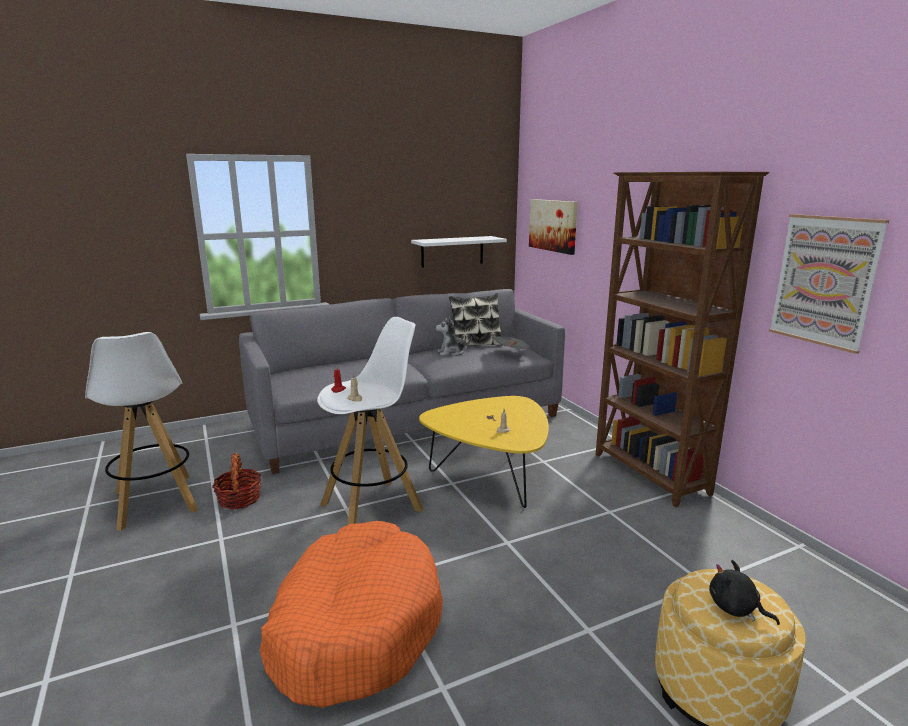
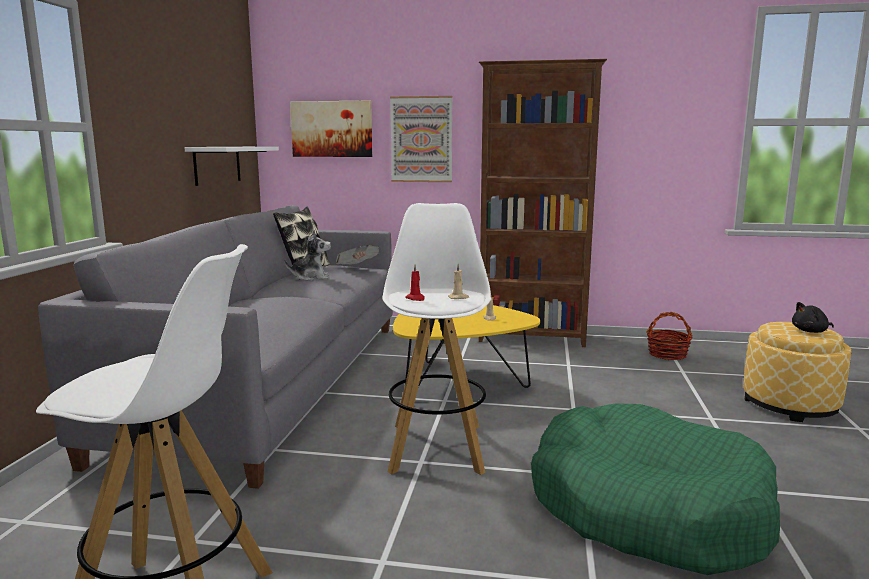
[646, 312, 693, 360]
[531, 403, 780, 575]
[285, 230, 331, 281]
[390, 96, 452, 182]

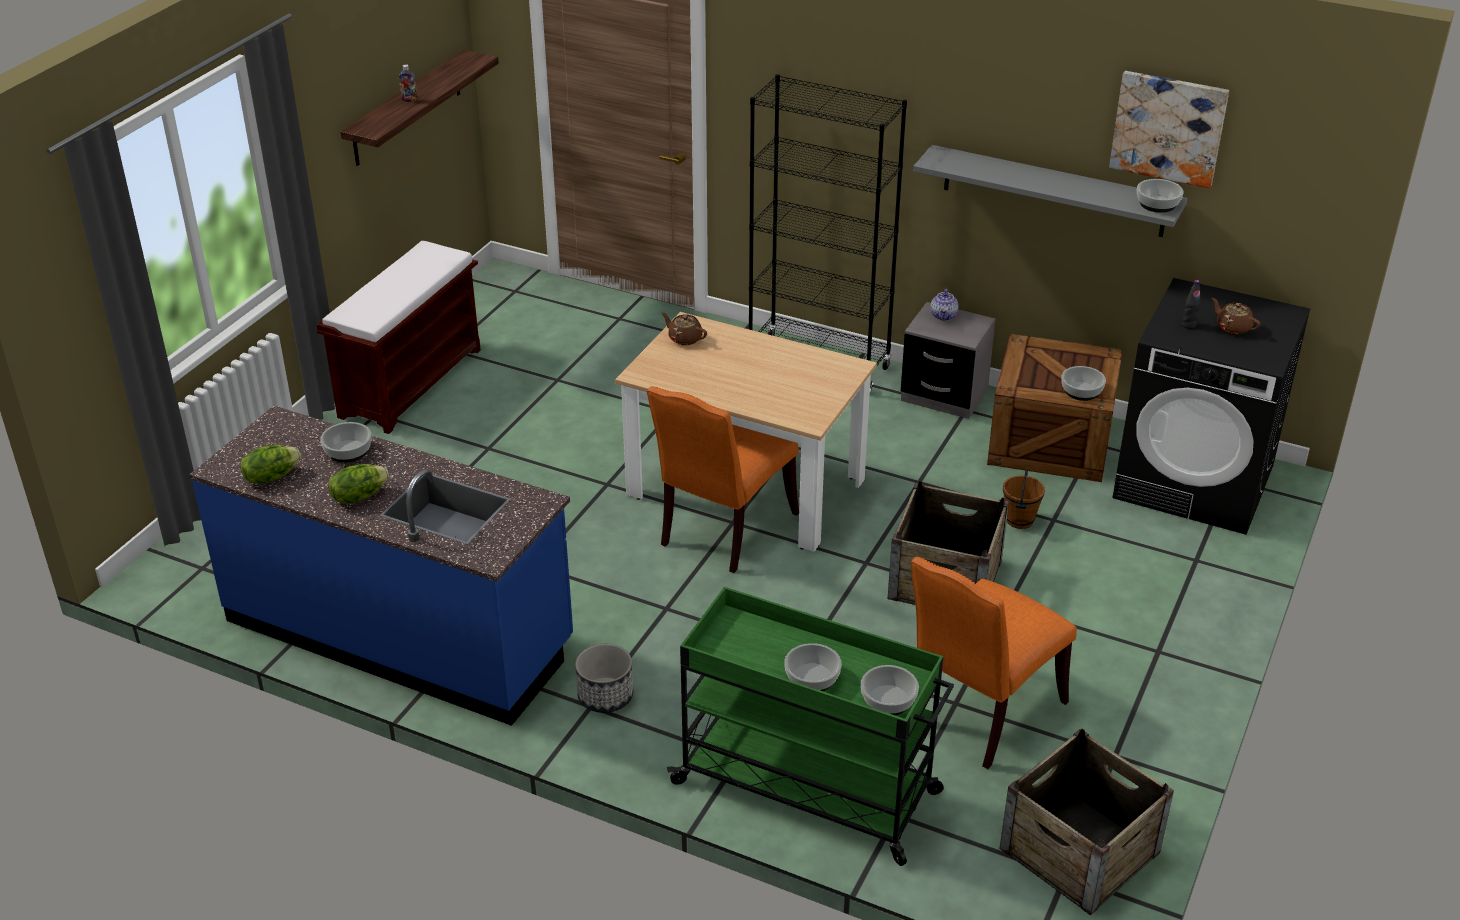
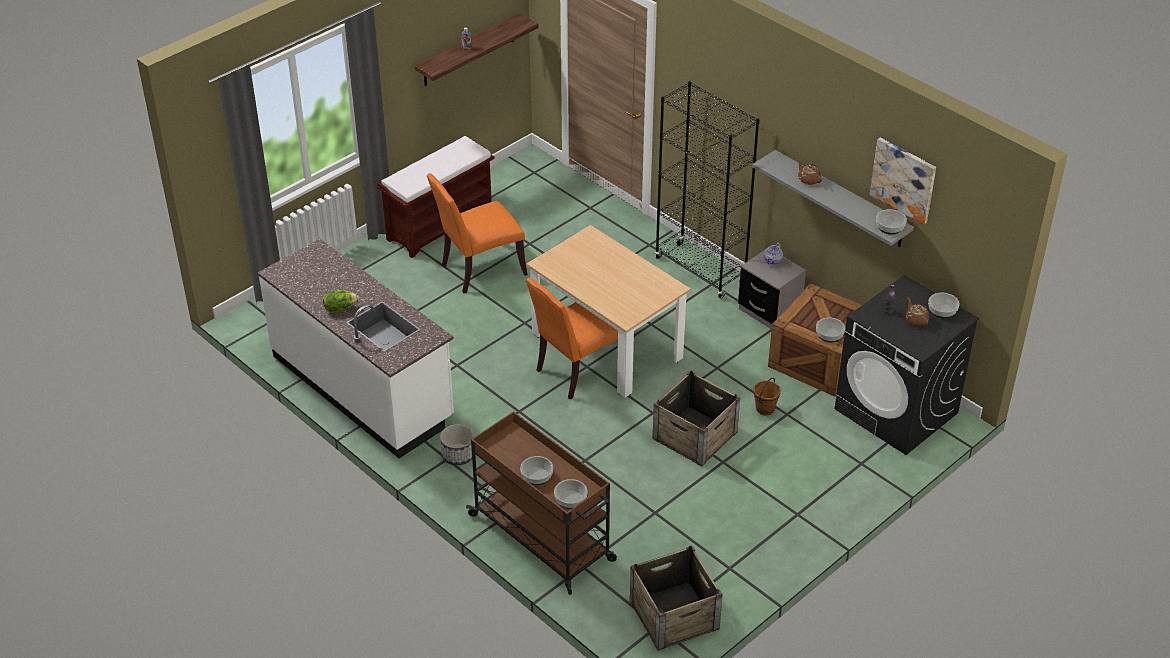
[258, 239, 454, 458]
[241, 445, 301, 484] (first image)
[928, 293, 960, 318]
[797, 159, 822, 185]
[466, 411, 617, 595]
[427, 173, 528, 293]

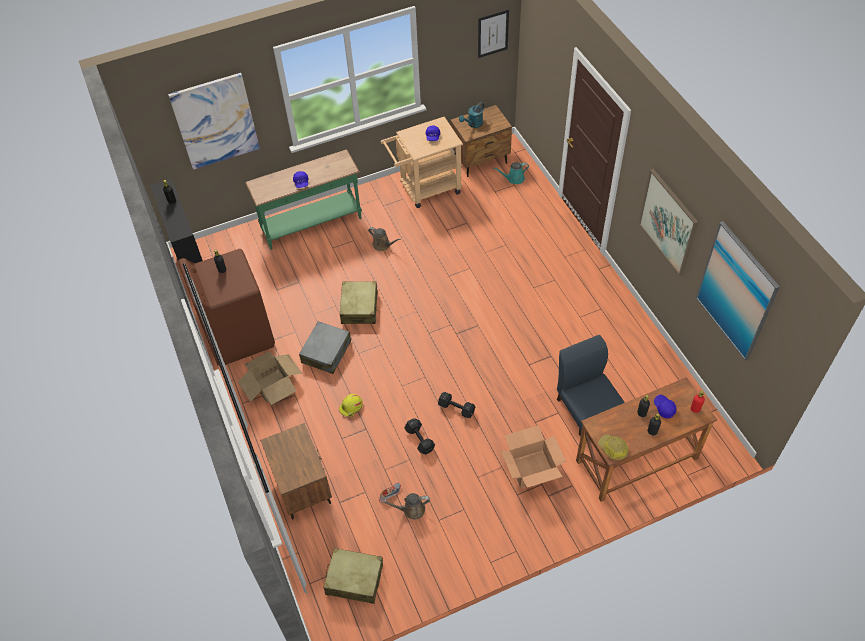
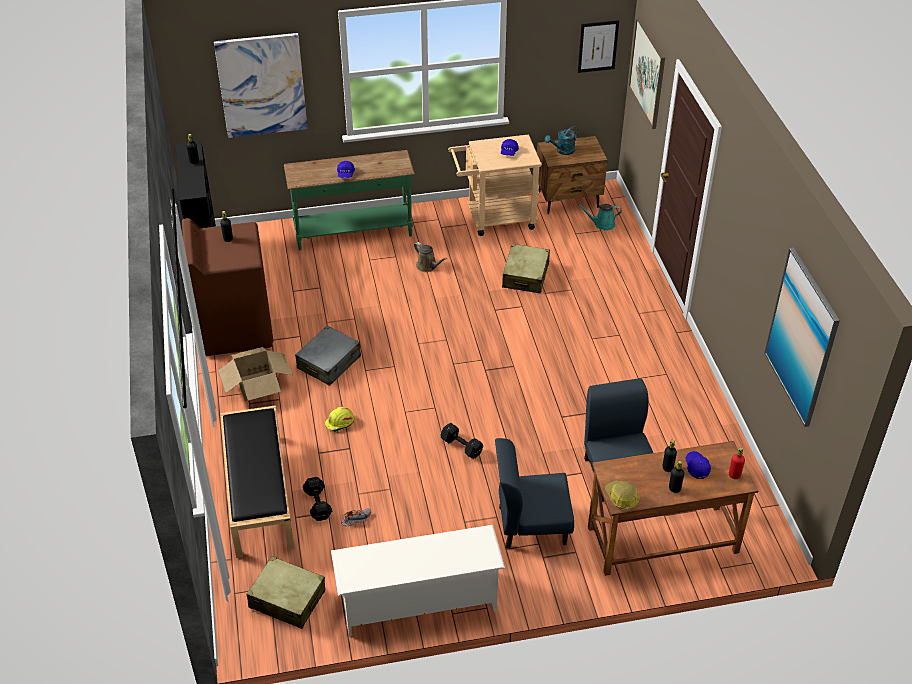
[221, 406, 295, 558]
[502, 244, 550, 294]
[381, 493, 430, 519] (first image)
[303, 477, 332, 521]
[495, 438, 574, 548]
[628, 16, 665, 129]
[331, 525, 505, 637]

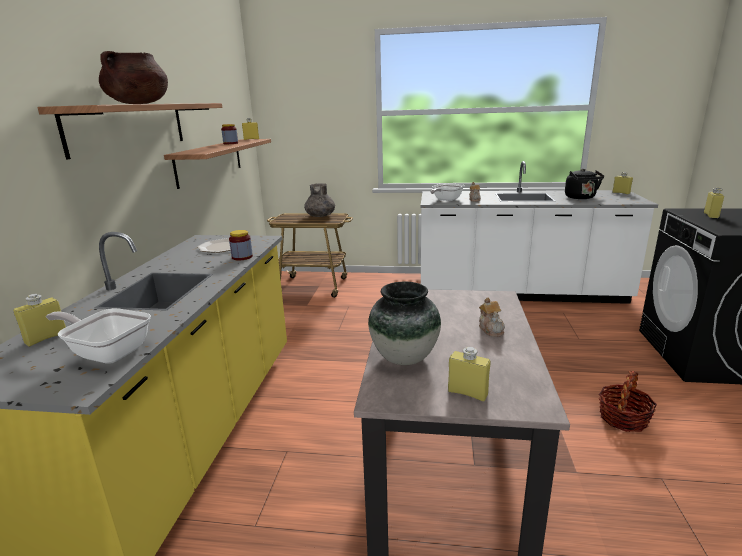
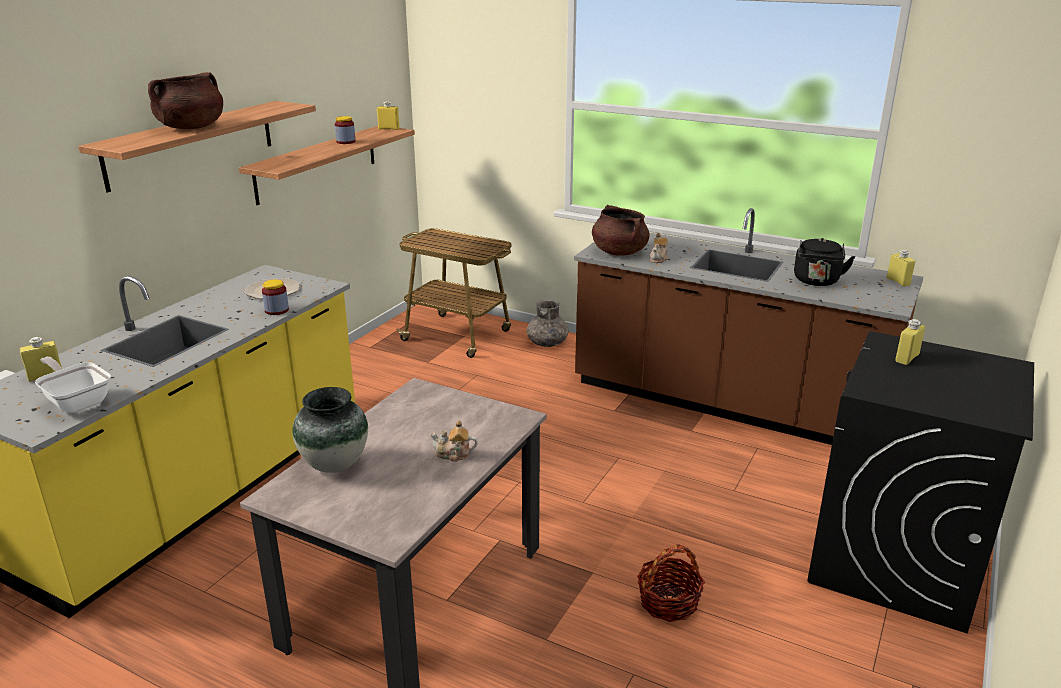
[527, 300, 569, 347]
[574, 208, 923, 445]
[592, 205, 650, 256]
[448, 347, 490, 401] (first image)
[430, 420, 478, 462]

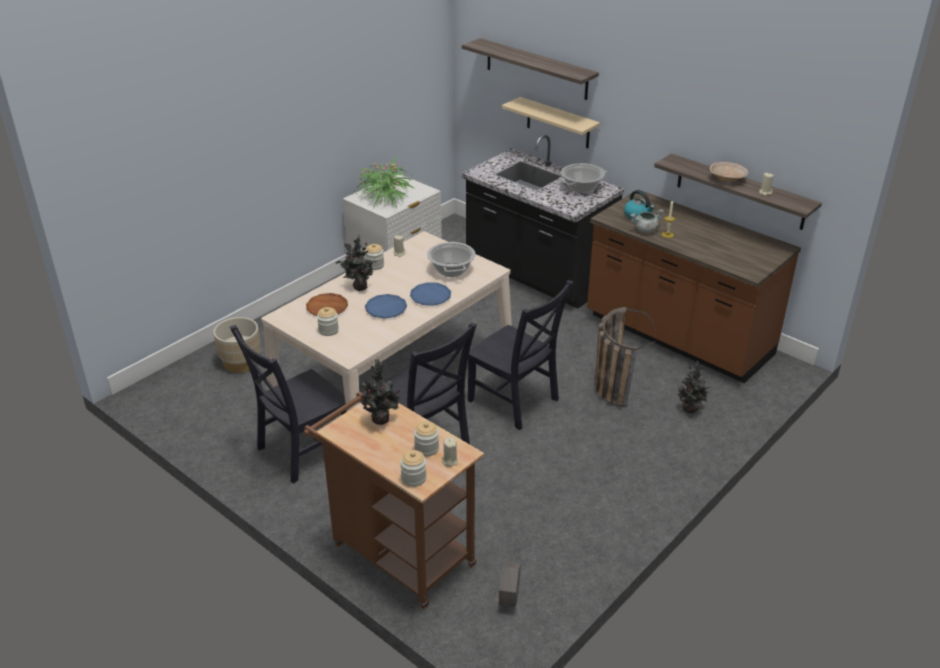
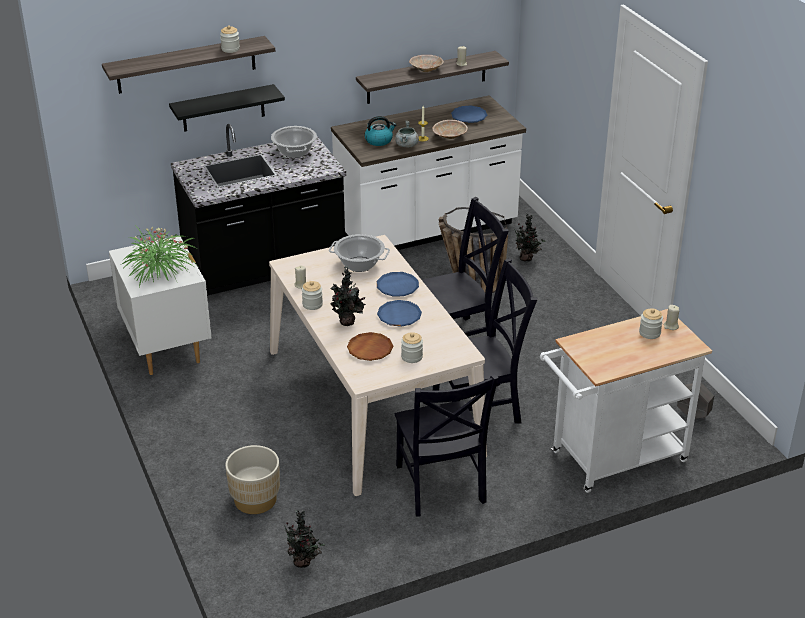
[540, 309, 712, 493]
[279, 510, 325, 568]
[220, 25, 240, 53]
[169, 84, 285, 132]
[331, 95, 526, 250]
[432, 120, 468, 139]
[451, 106, 487, 123]

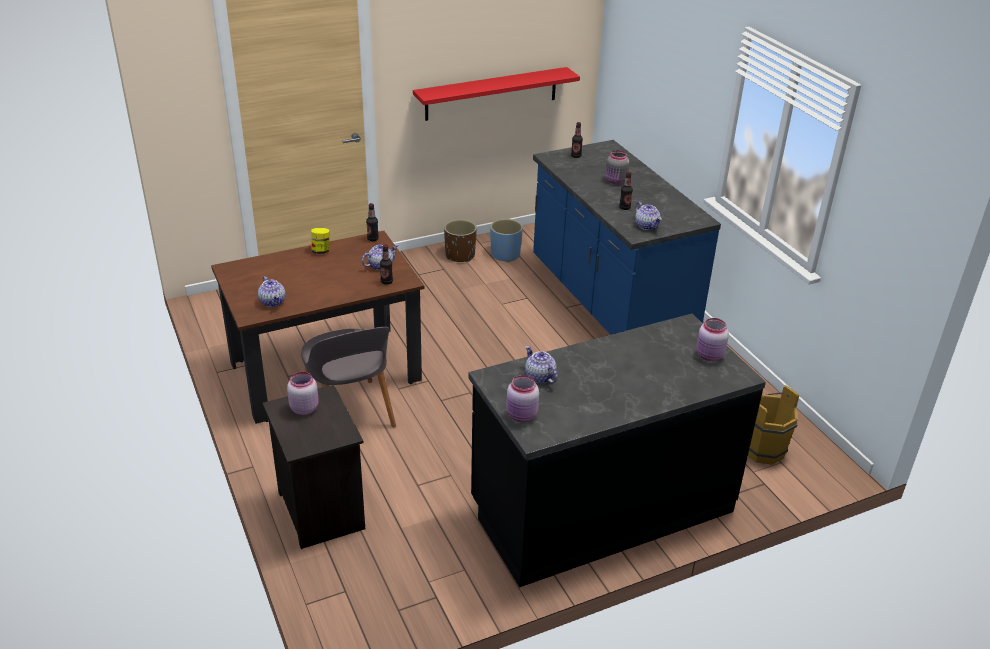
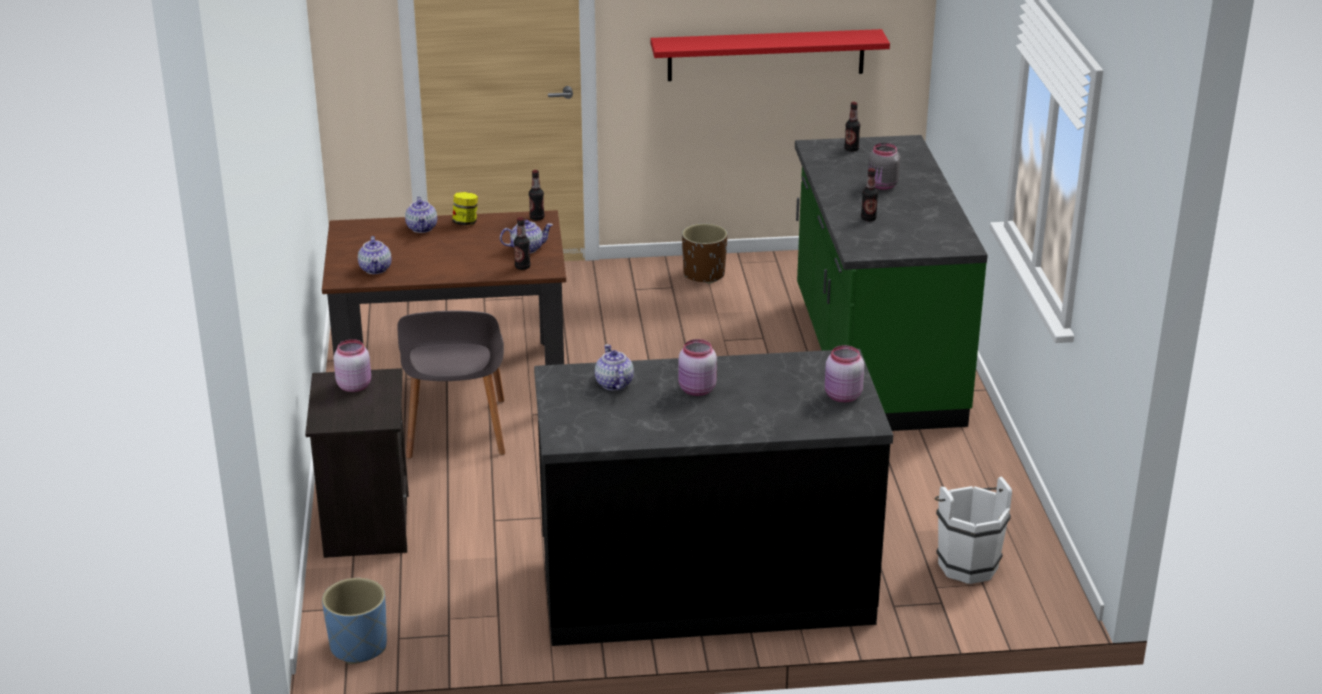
[322, 578, 387, 664]
[678, 339, 717, 396]
[795, 135, 988, 431]
[405, 196, 437, 233]
[935, 476, 1012, 584]

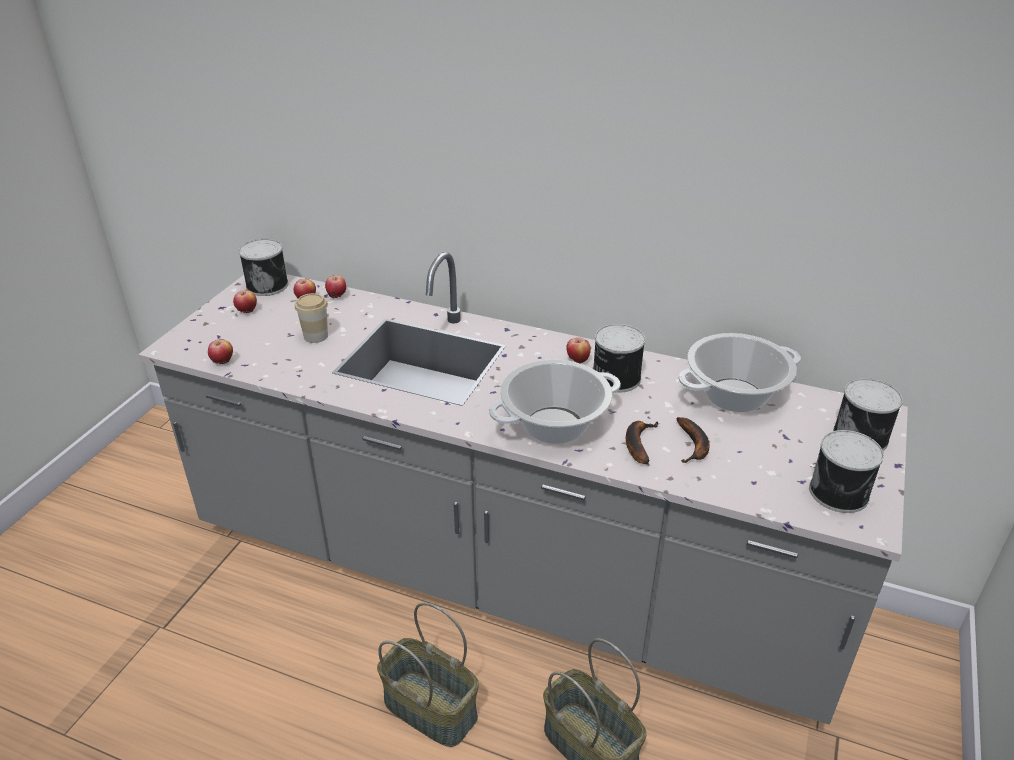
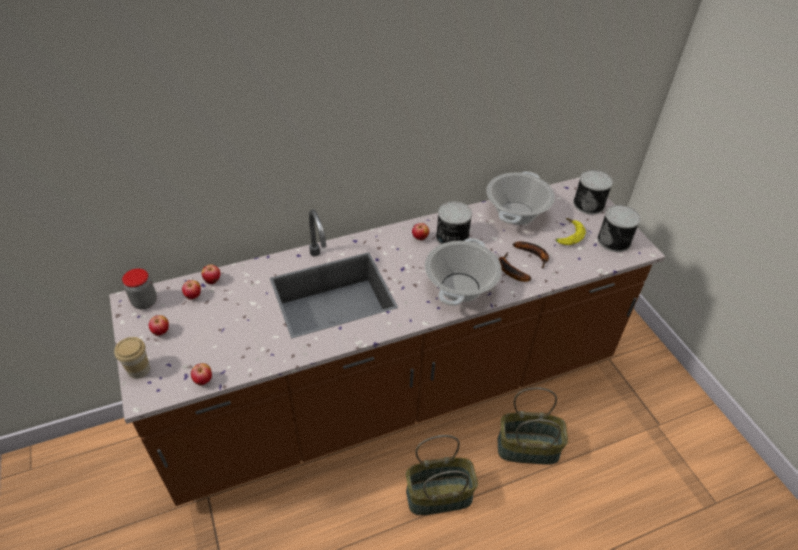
[109, 177, 665, 506]
[122, 268, 157, 309]
[114, 337, 150, 379]
[556, 218, 586, 245]

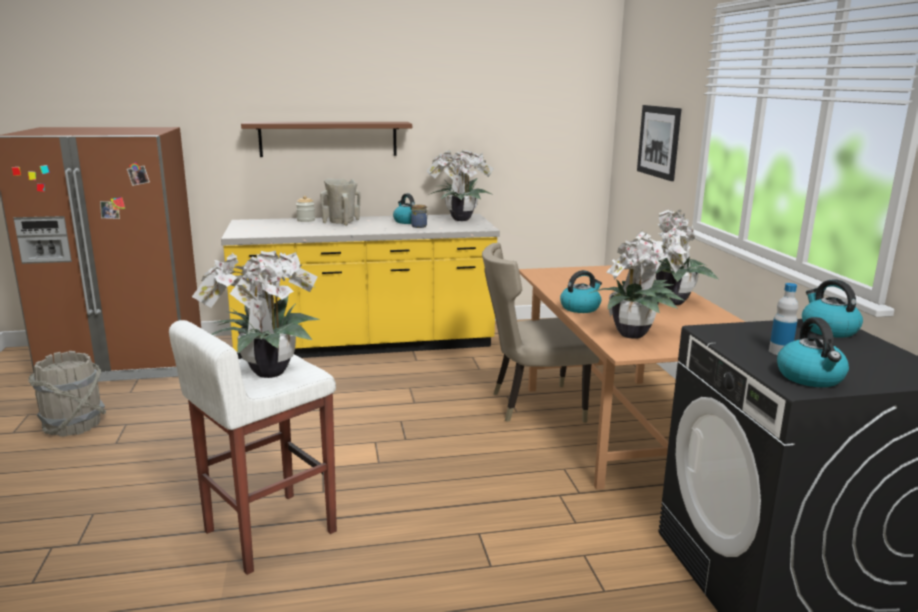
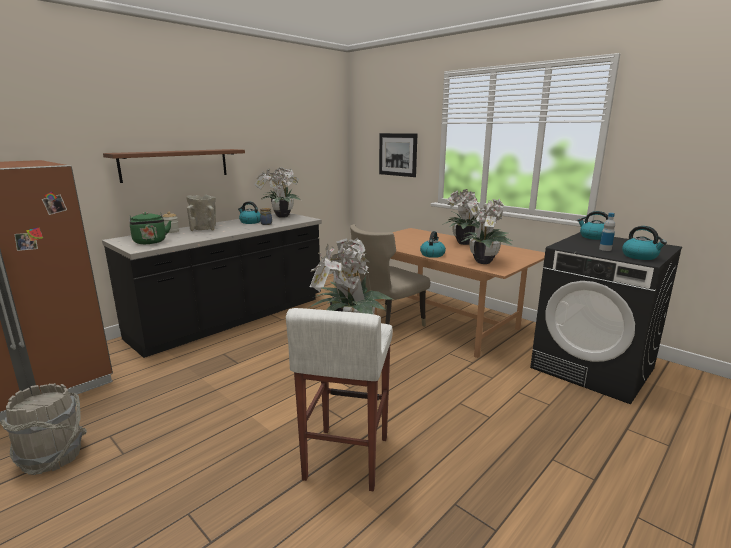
[102, 213, 322, 358]
[130, 212, 171, 244]

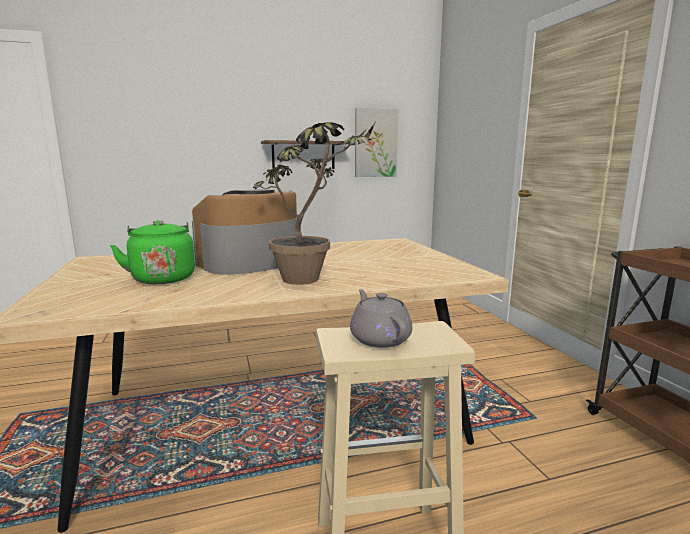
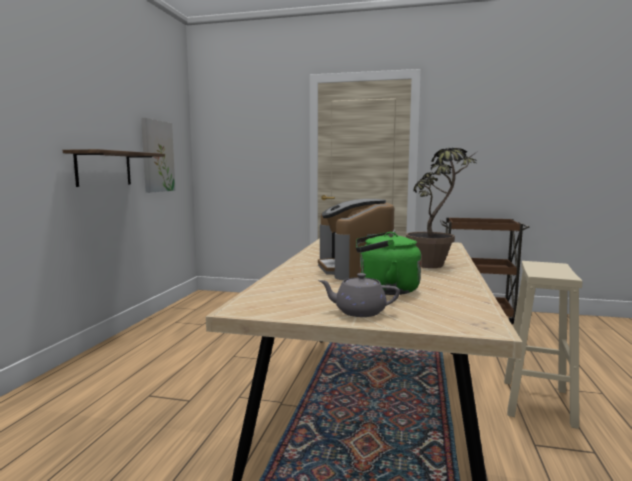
[318, 273, 400, 317]

